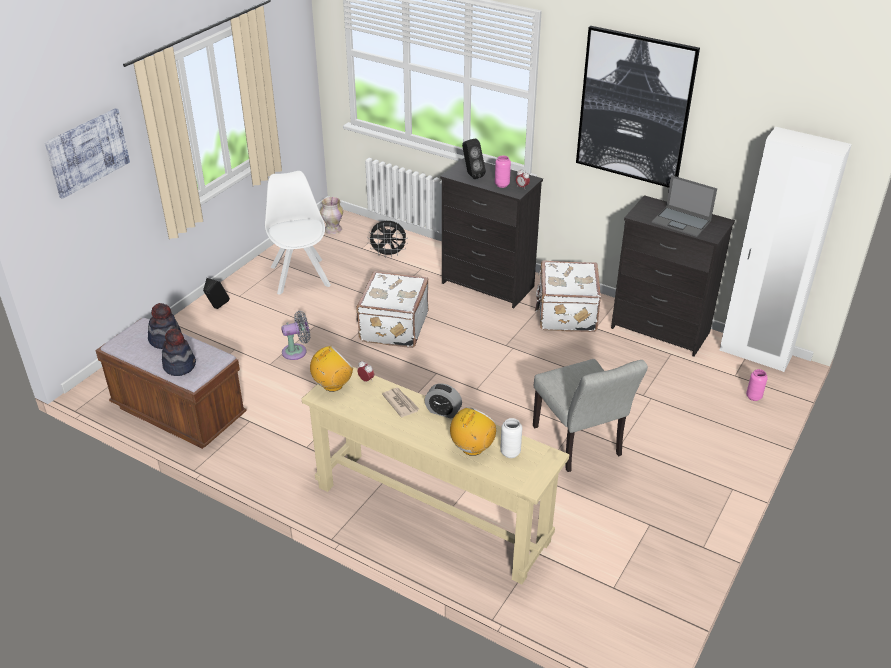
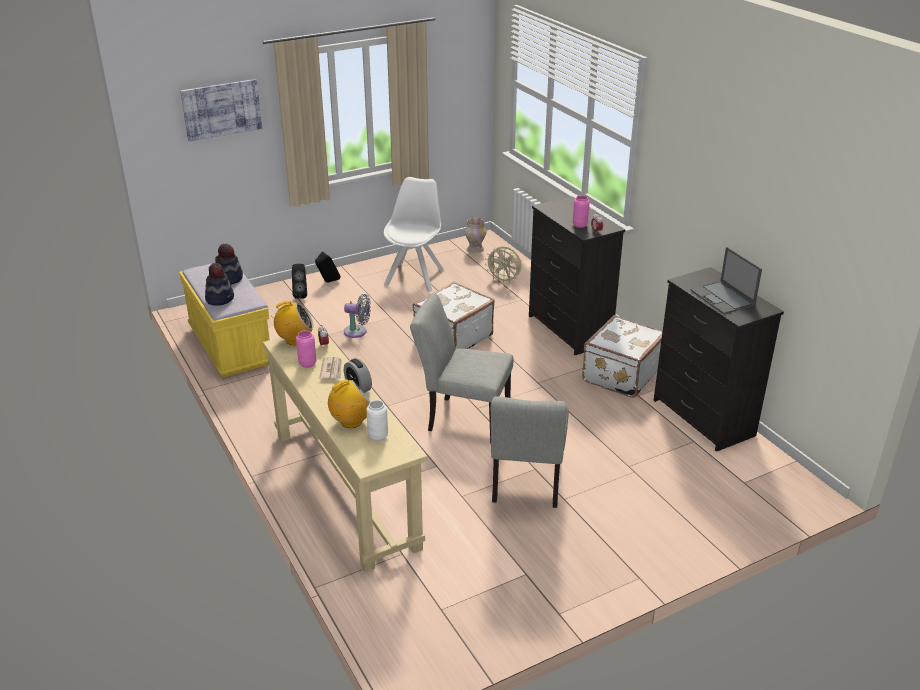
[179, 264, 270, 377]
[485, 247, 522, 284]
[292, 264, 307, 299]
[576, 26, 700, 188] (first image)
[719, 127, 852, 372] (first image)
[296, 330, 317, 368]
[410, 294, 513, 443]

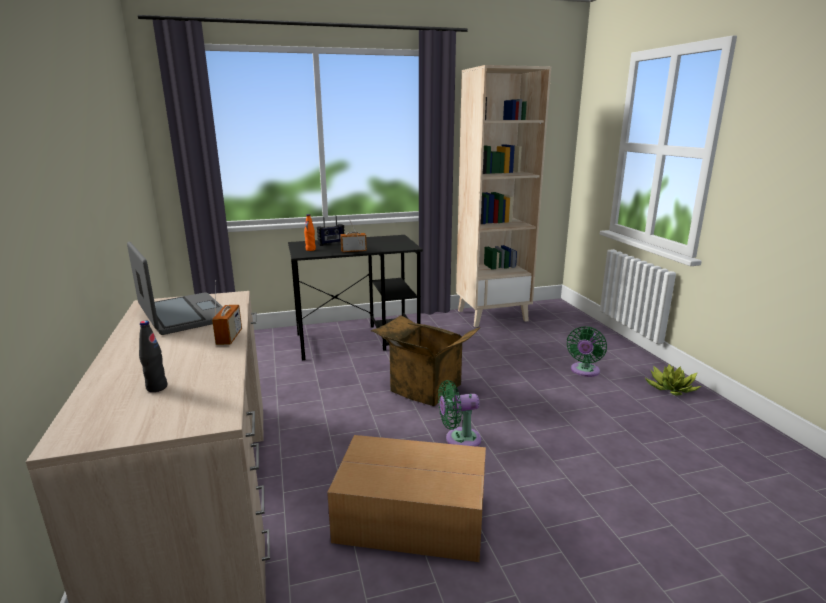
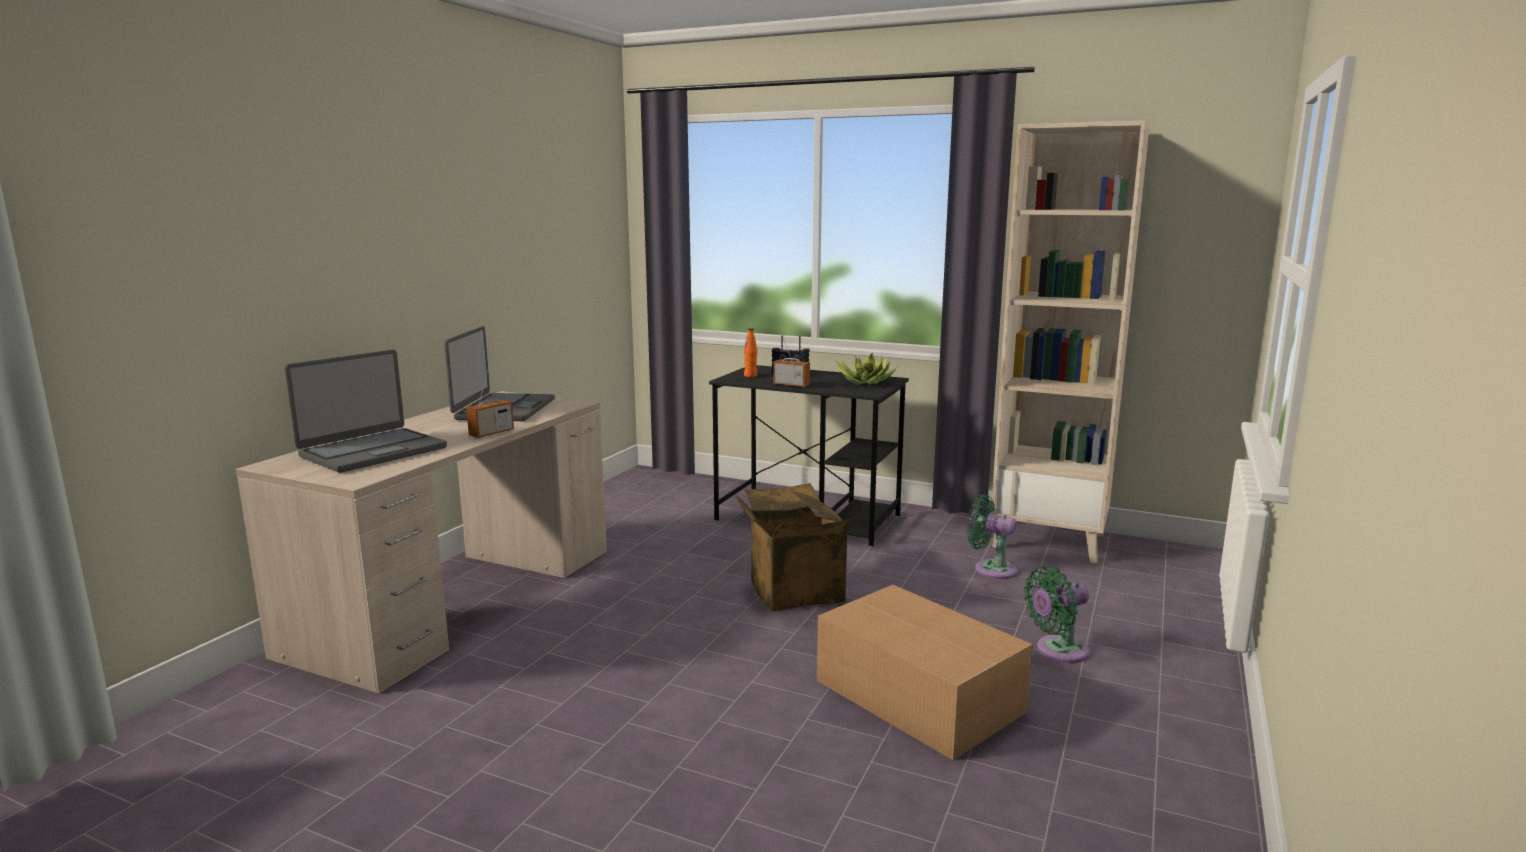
[285, 350, 447, 473]
[817, 585, 1033, 760]
[967, 494, 1018, 579]
[836, 353, 897, 385]

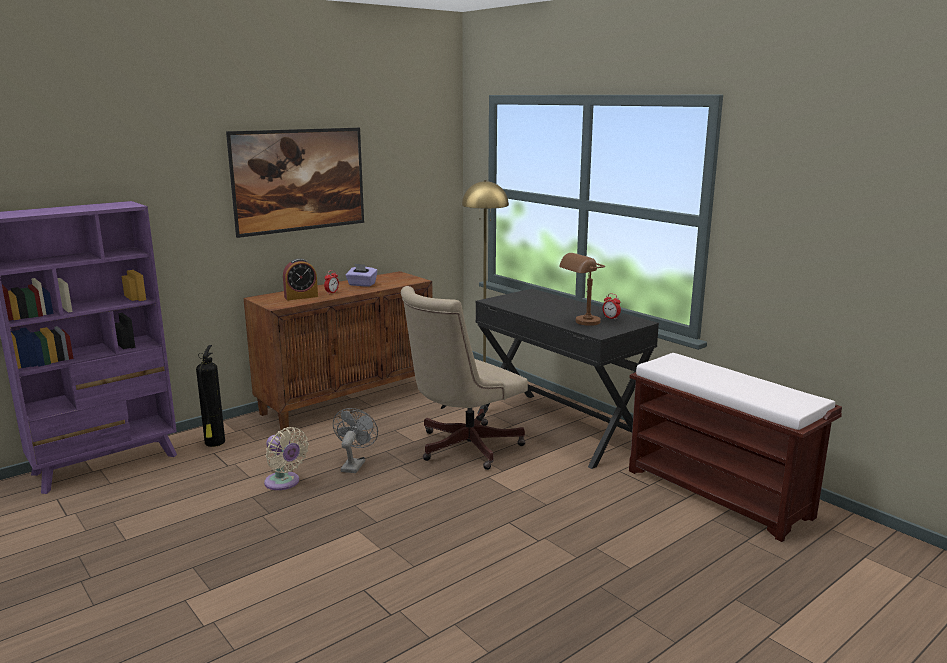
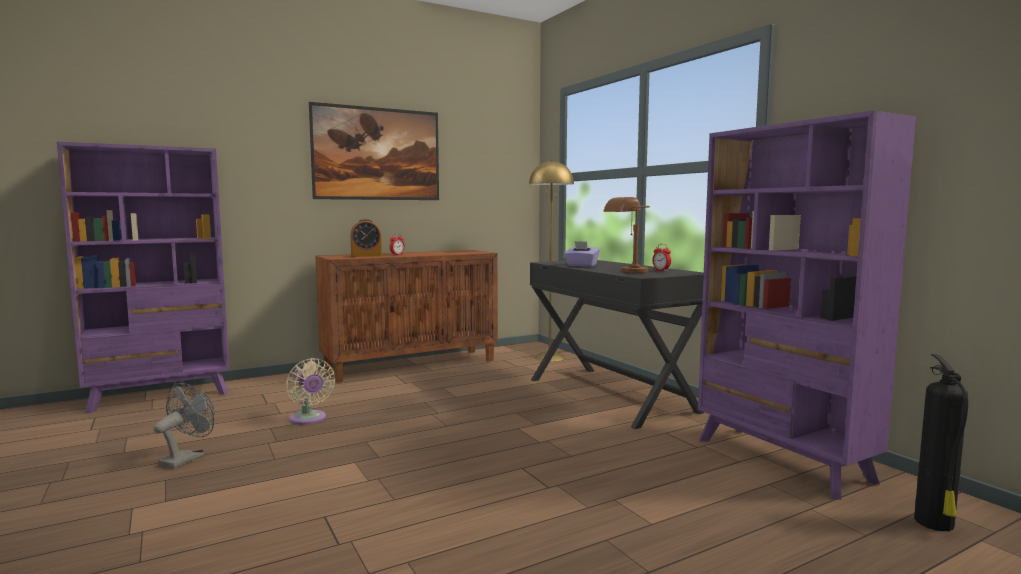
[914, 354, 968, 531]
[153, 383, 215, 468]
[564, 241, 600, 267]
[401, 286, 528, 470] (first image)
[698, 111, 916, 500]

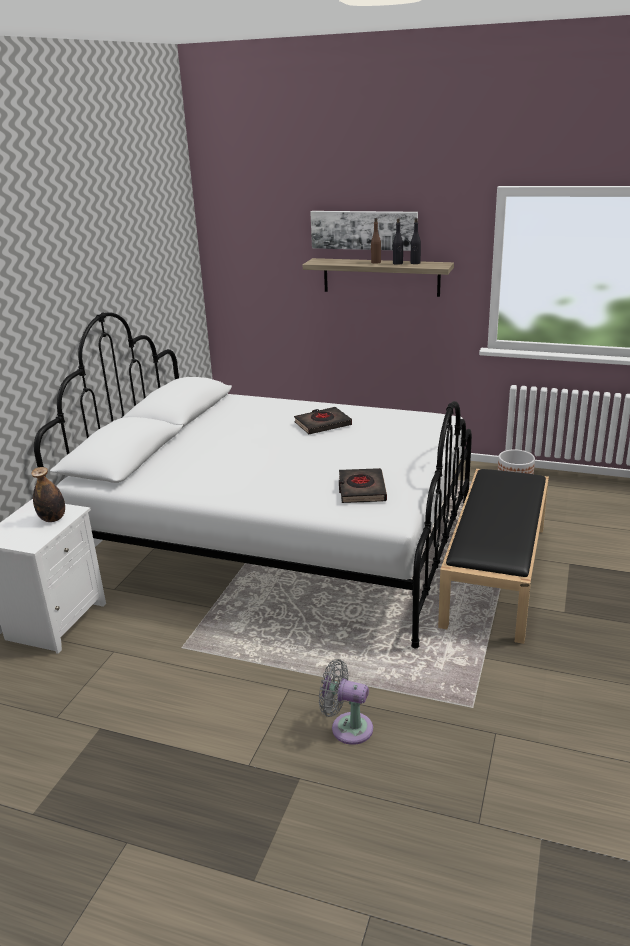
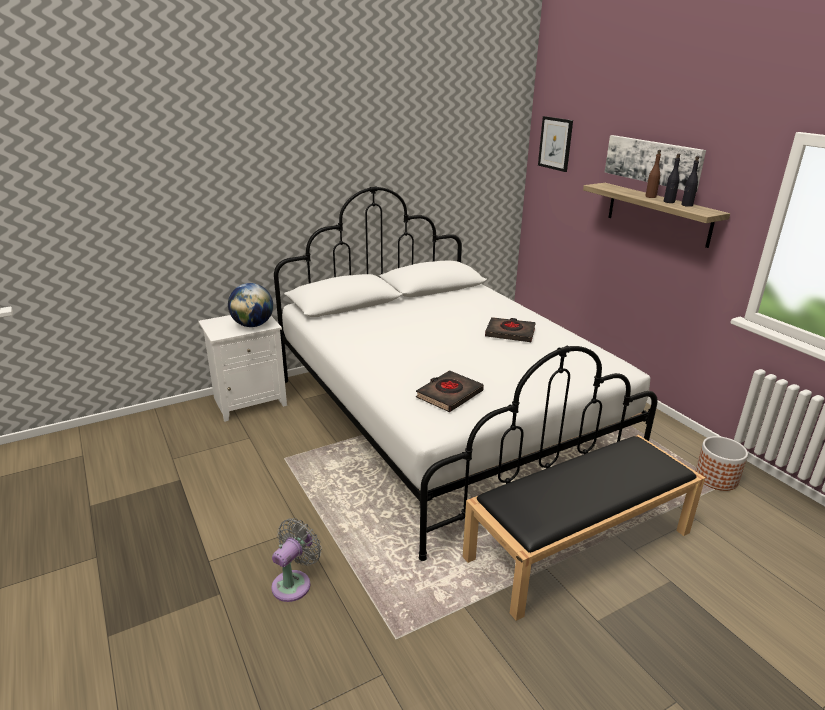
[228, 283, 273, 327]
[271, 518, 322, 602]
[538, 116, 573, 172]

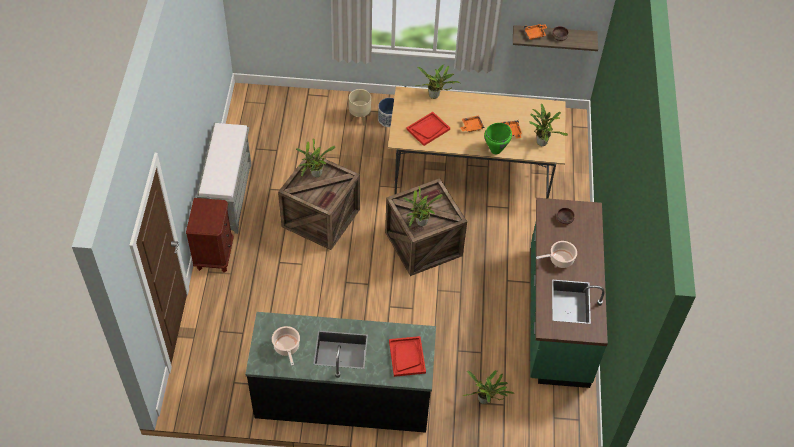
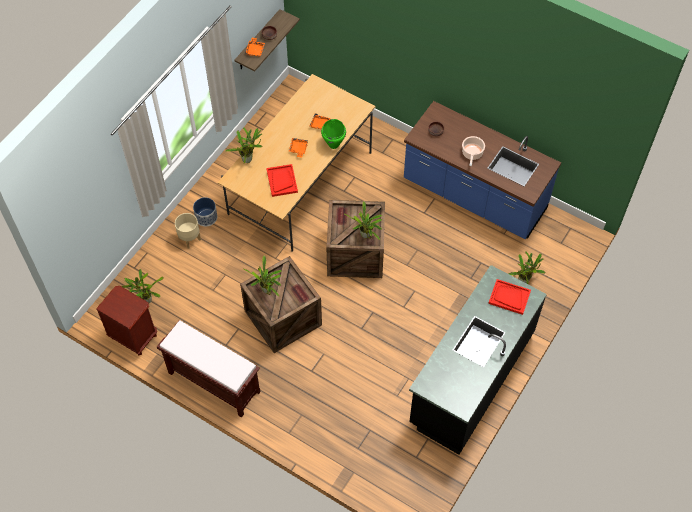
[96, 286, 157, 355]
[157, 320, 260, 418]
[272, 326, 300, 366] (first image)
[121, 269, 163, 303]
[404, 101, 561, 239]

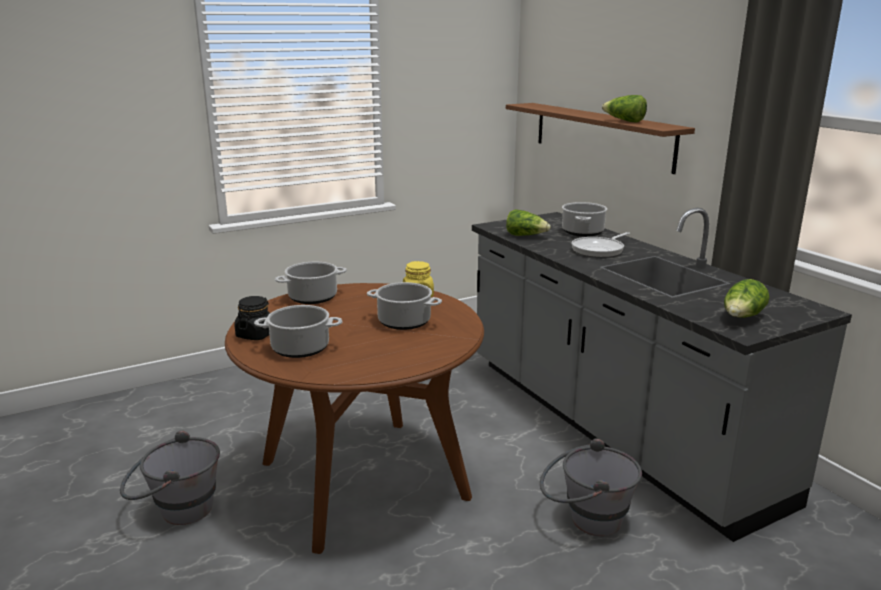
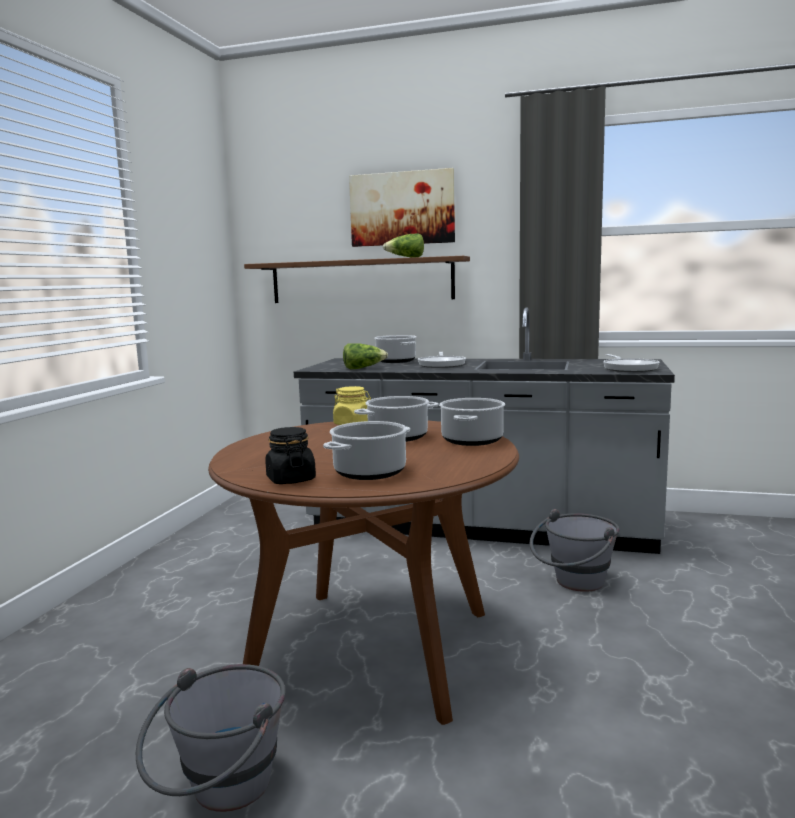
[439, 398, 505, 446]
[603, 354, 660, 372]
[349, 168, 455, 247]

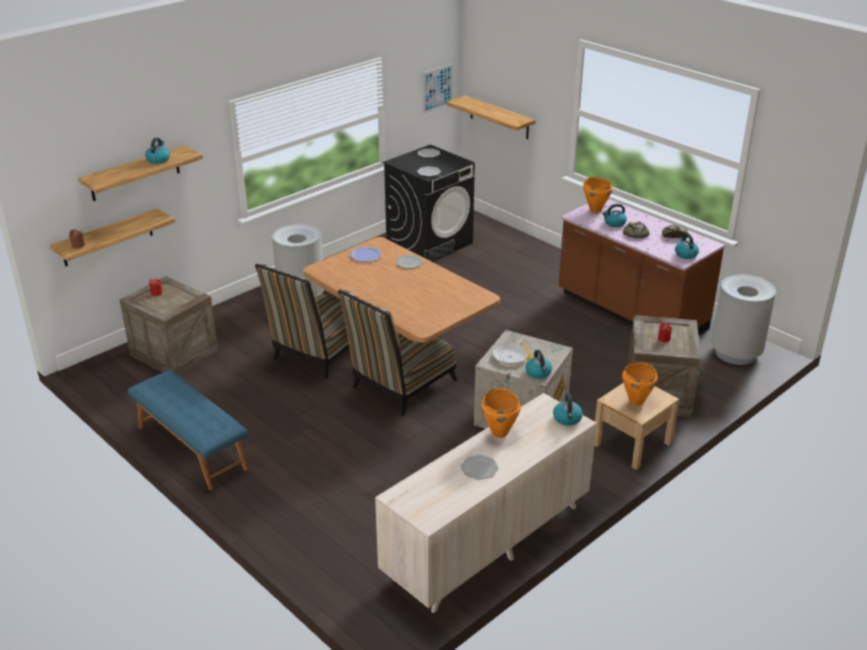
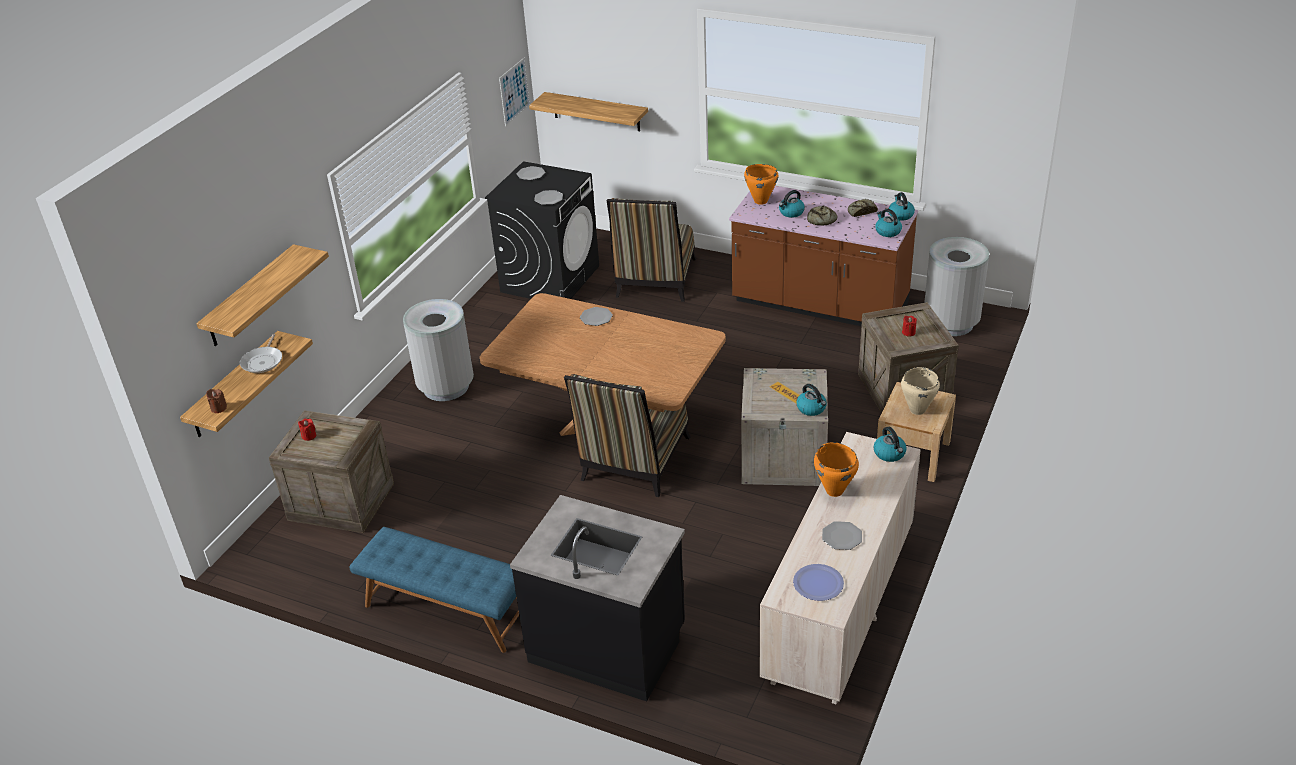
[889, 192, 915, 221]
[607, 198, 696, 302]
[793, 564, 844, 601]
[240, 334, 282, 373]
[901, 367, 940, 415]
[510, 495, 685, 701]

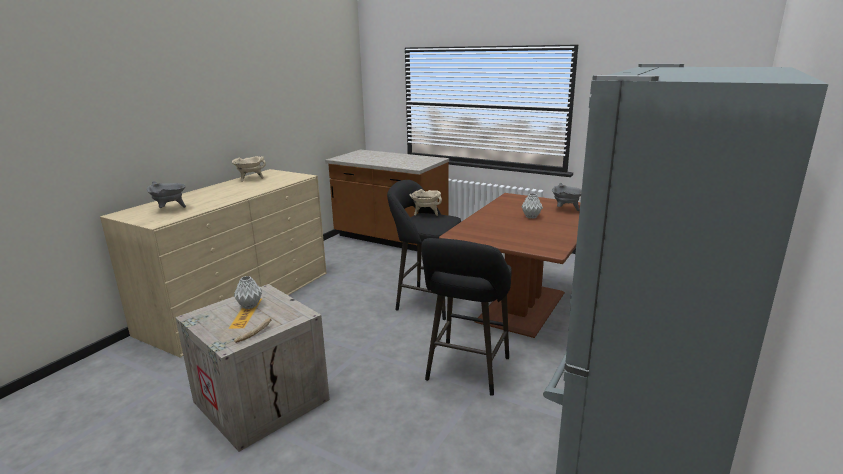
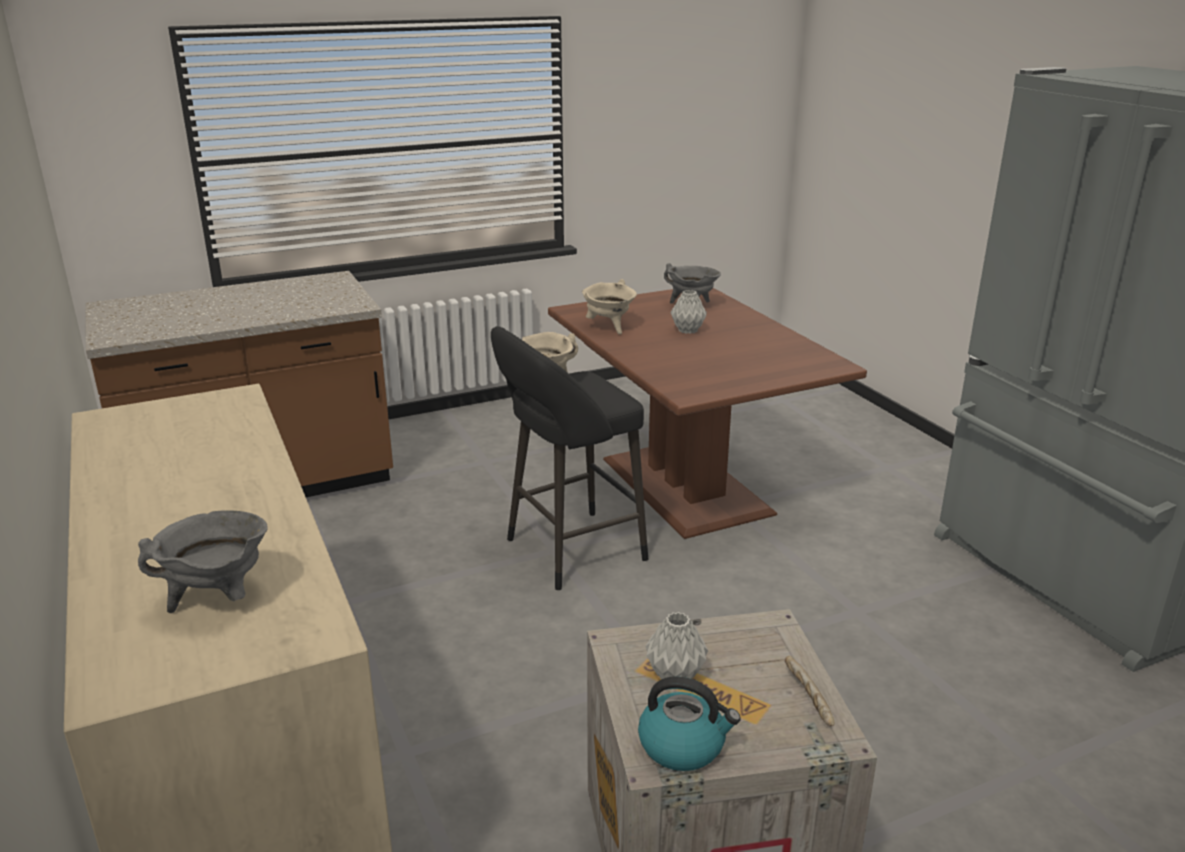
[582, 279, 637, 334]
[421, 238, 512, 396] (first image)
[638, 676, 741, 771]

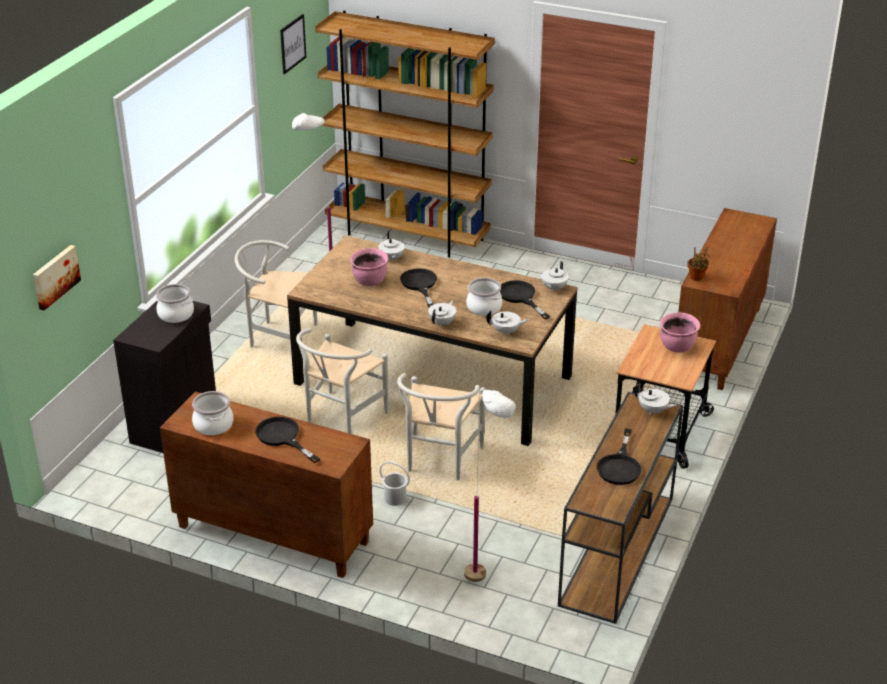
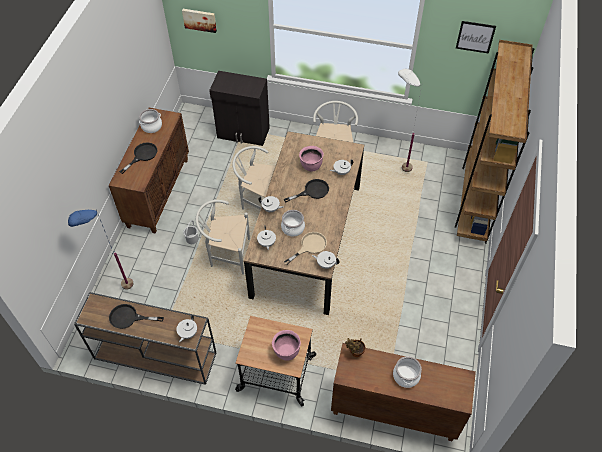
[393, 356, 422, 388]
[68, 210, 134, 290]
[284, 232, 327, 265]

